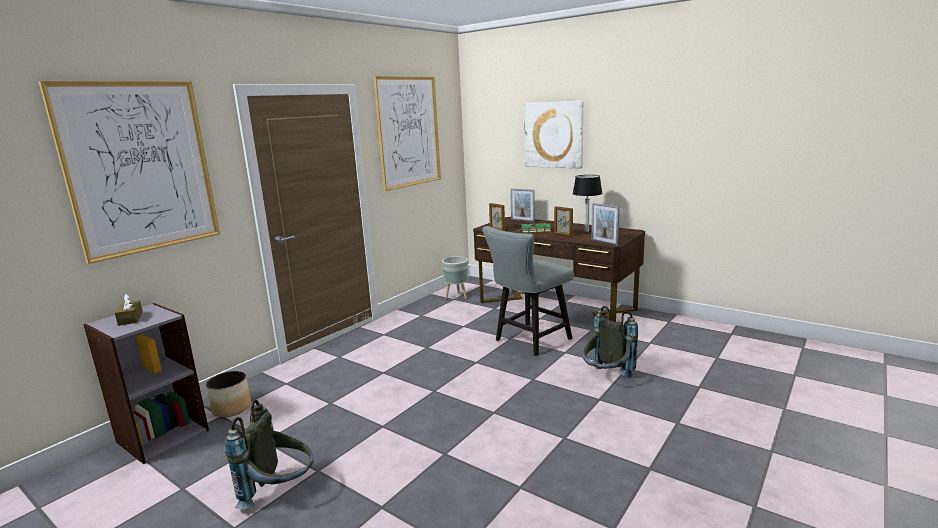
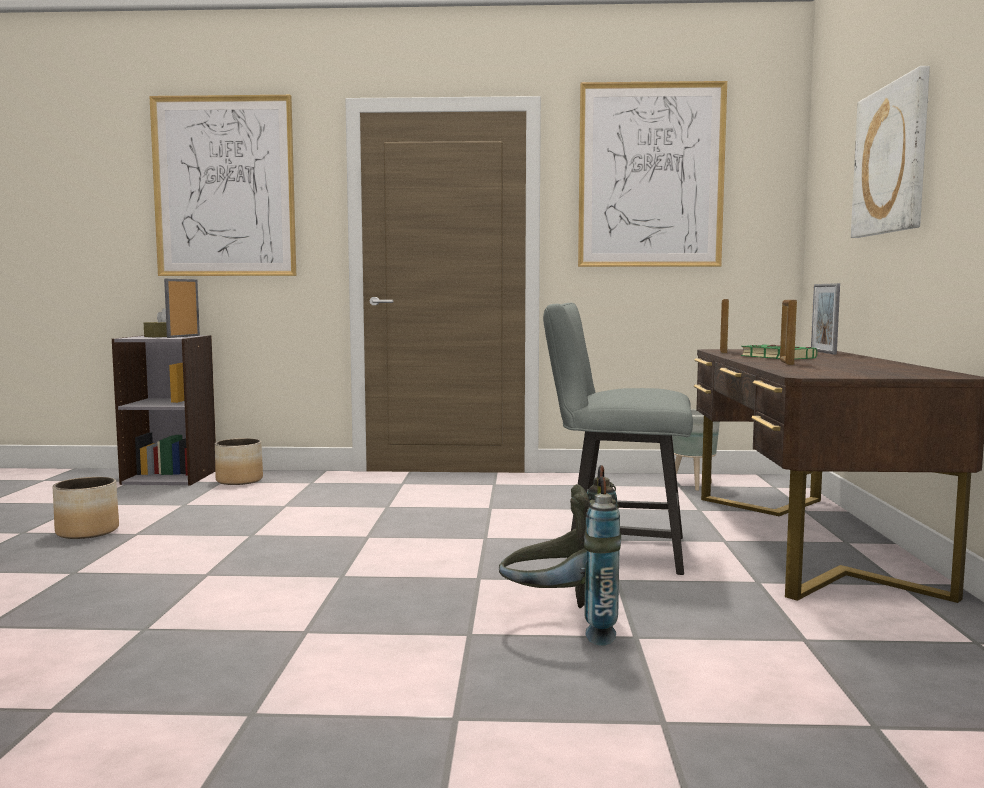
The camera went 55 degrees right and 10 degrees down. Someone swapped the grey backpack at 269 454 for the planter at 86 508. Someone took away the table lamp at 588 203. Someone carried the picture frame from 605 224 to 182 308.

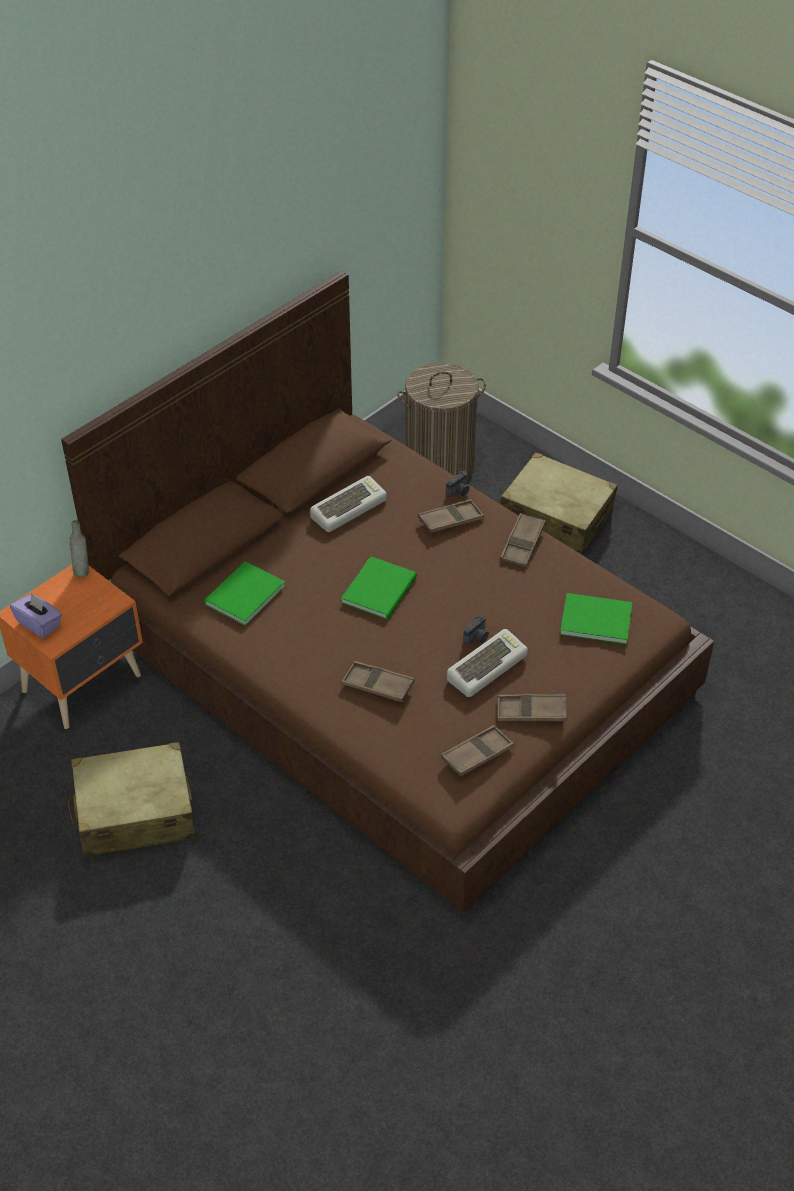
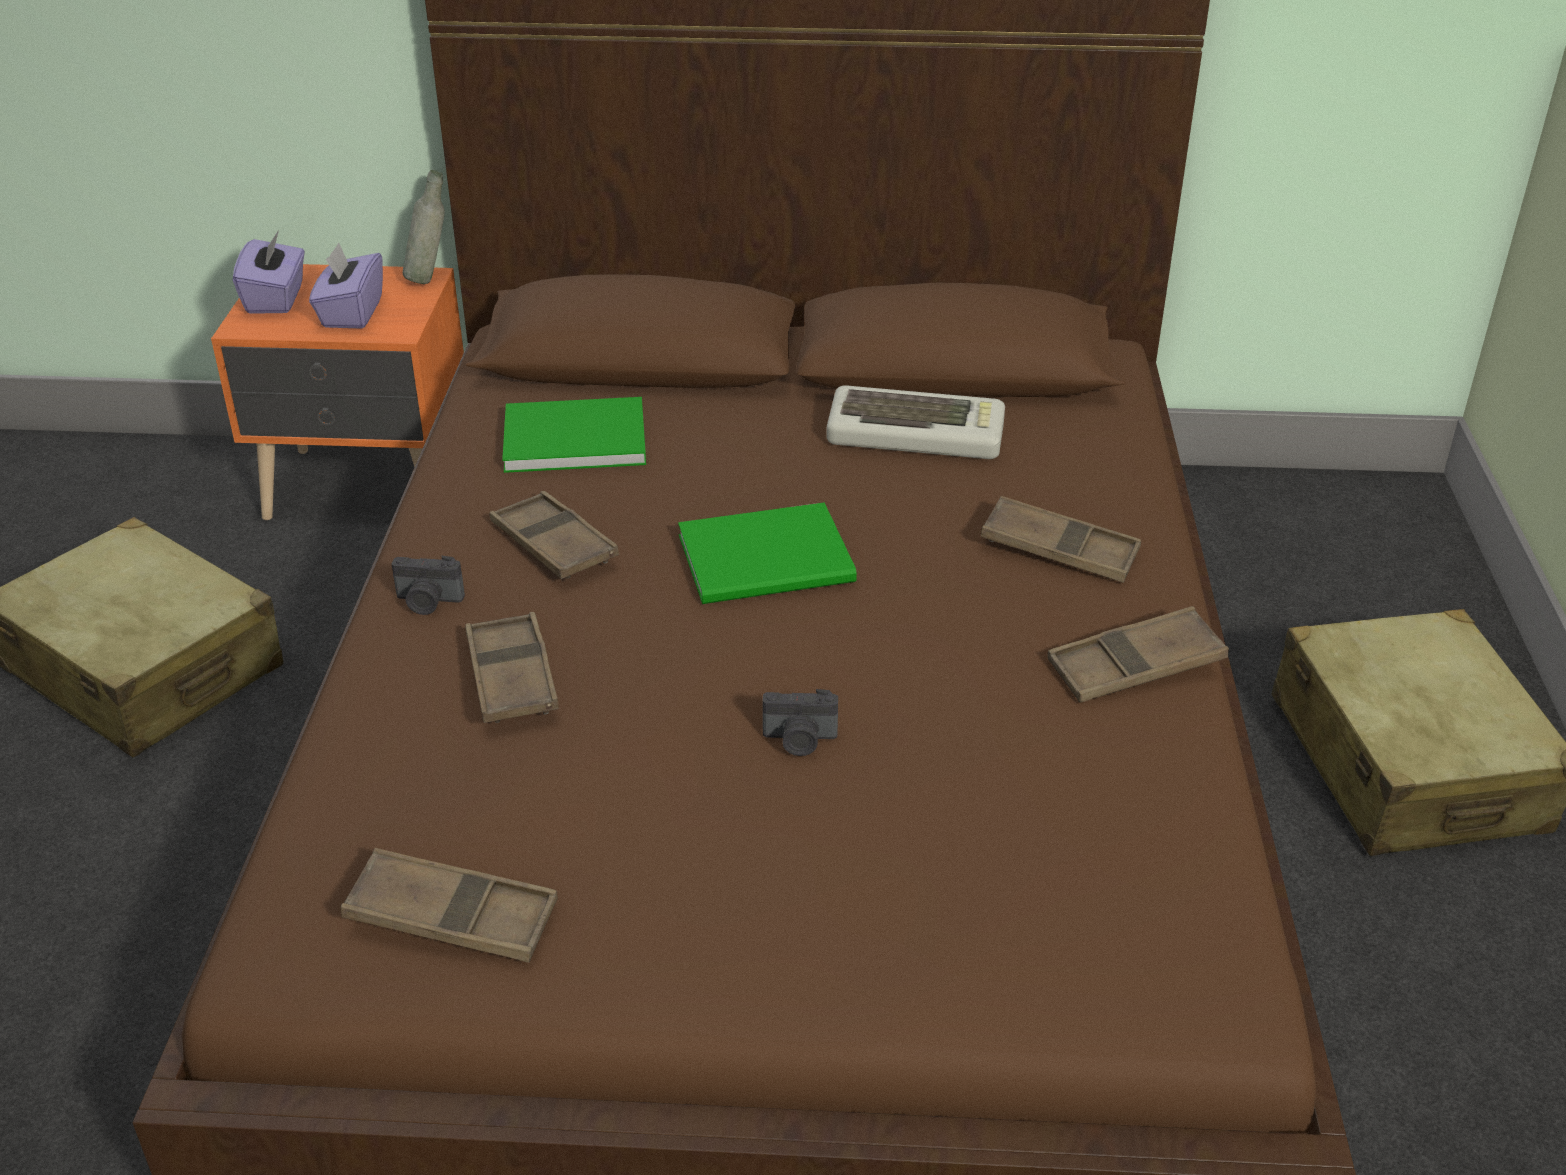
The camera went 50 degrees right and 10 degrees down. Someone took away the laundry basket at 441 420. Someone carried the photo camera from 458 484 to 428 585. Someone took away the keyboard at 487 663. Someone carried the brown tray from 532 707 to 554 535. Someone took away the green book at 596 618. Someone put down the purple tissue box at 346 286.

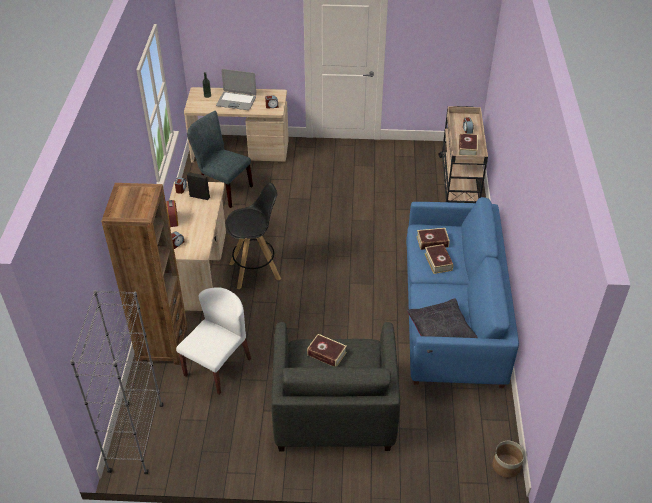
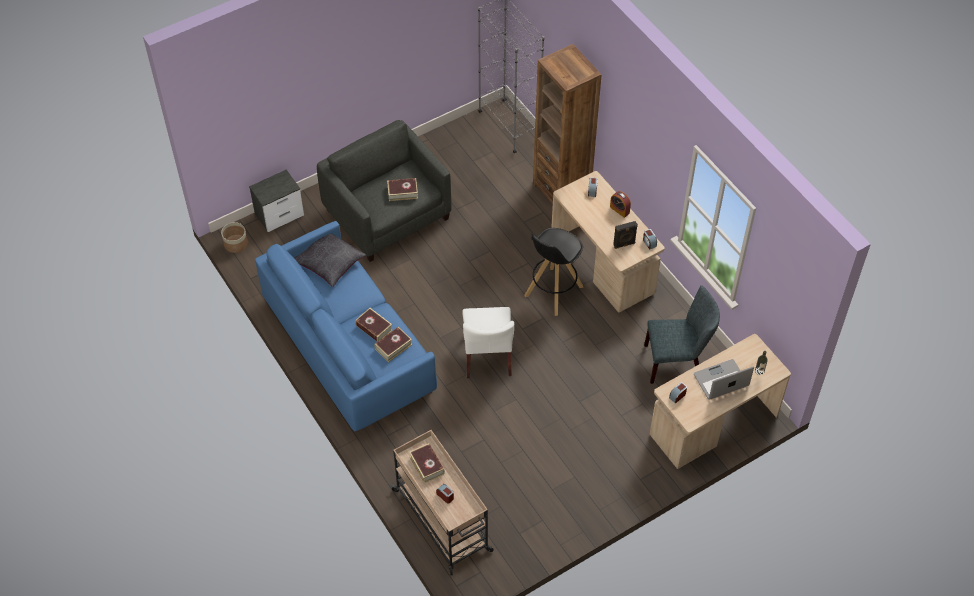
The camera went 145 degrees right and 10 degrees up. Someone carried the white chair from 213 341 to 488 342. Someone put down the nightstand at 276 200.

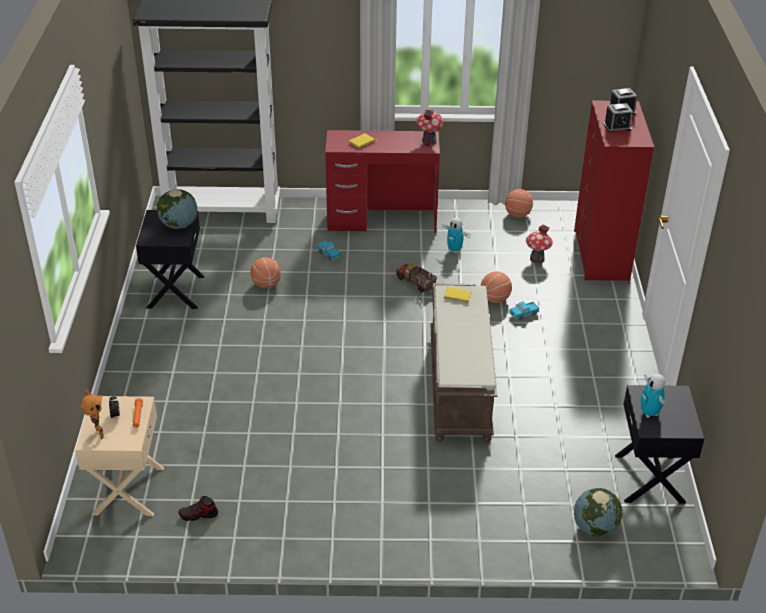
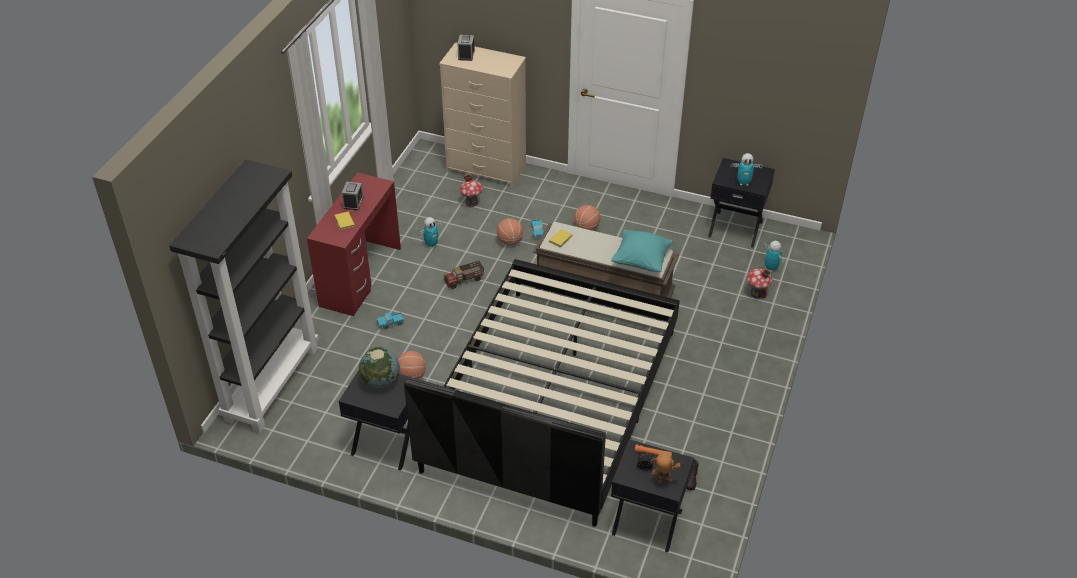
The camera went 70 degrees left and 5 degrees up. Someone repainted the beige nightstand at 119 456, which became the black nightstand at 652 495. Someone carried the toy house from 429 128 to 759 283. Someone carried the basketball from 519 203 to 587 218. Someone repainted the red dresser at 614 190, which became the beige dresser at 482 115. Someone swapped the globe at 598 512 for the toy robot at 774 256. Someone carried the alarm clock from 618 118 to 353 196. Someone put down the black bed at 542 393. Someone put down the turquoise pillow at 642 251.

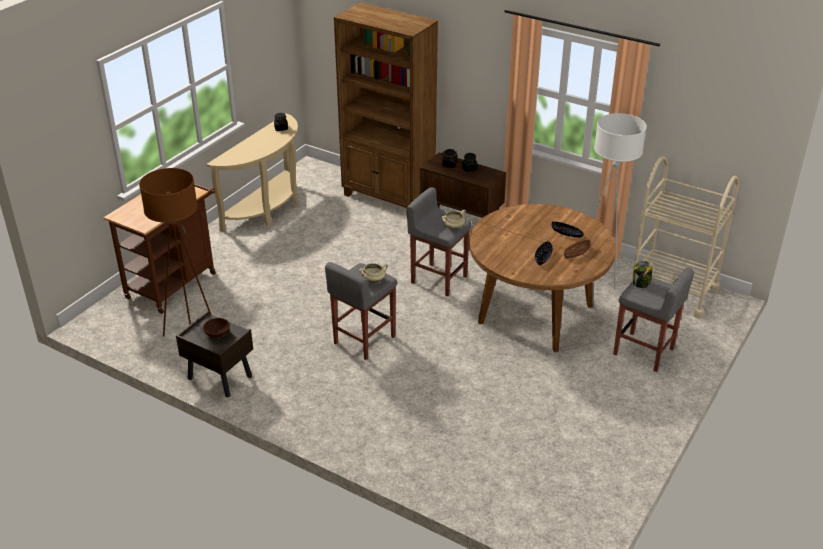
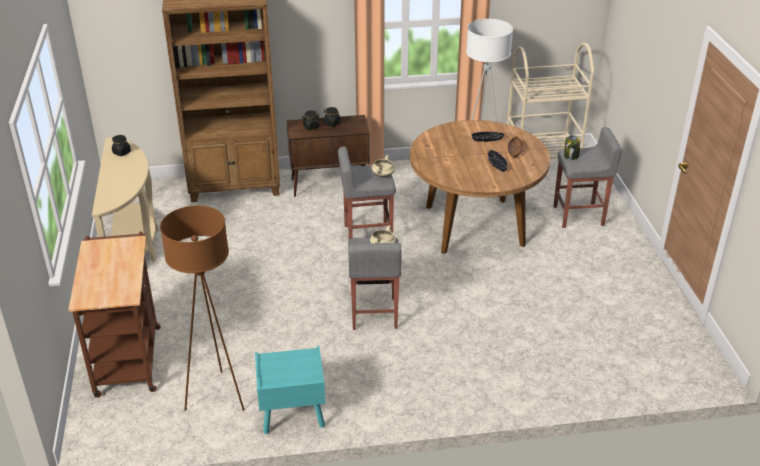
The camera went 40 degrees left and 0 degrees up. Someone repainted the brown nightstand at 214 354, which became the turquoise nightstand at 290 390. Someone took away the brown bowl at 216 327.

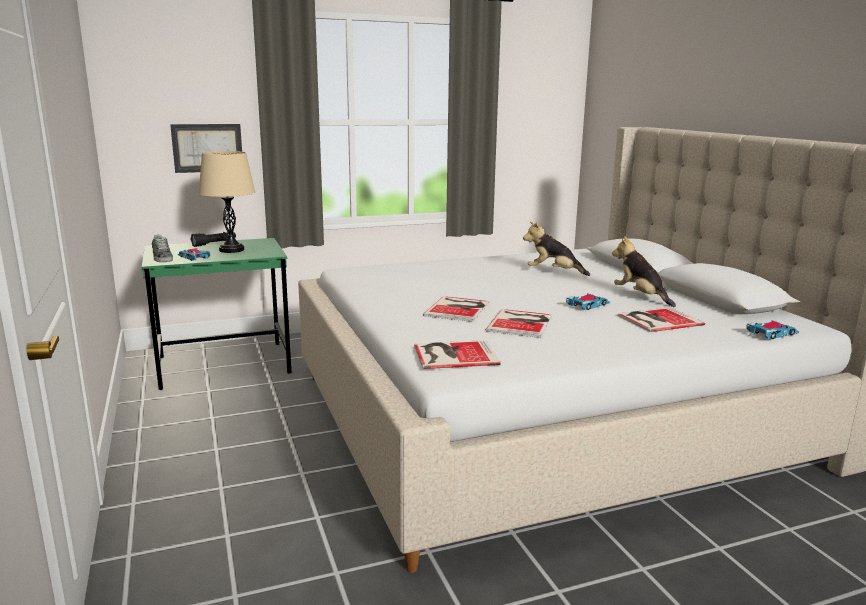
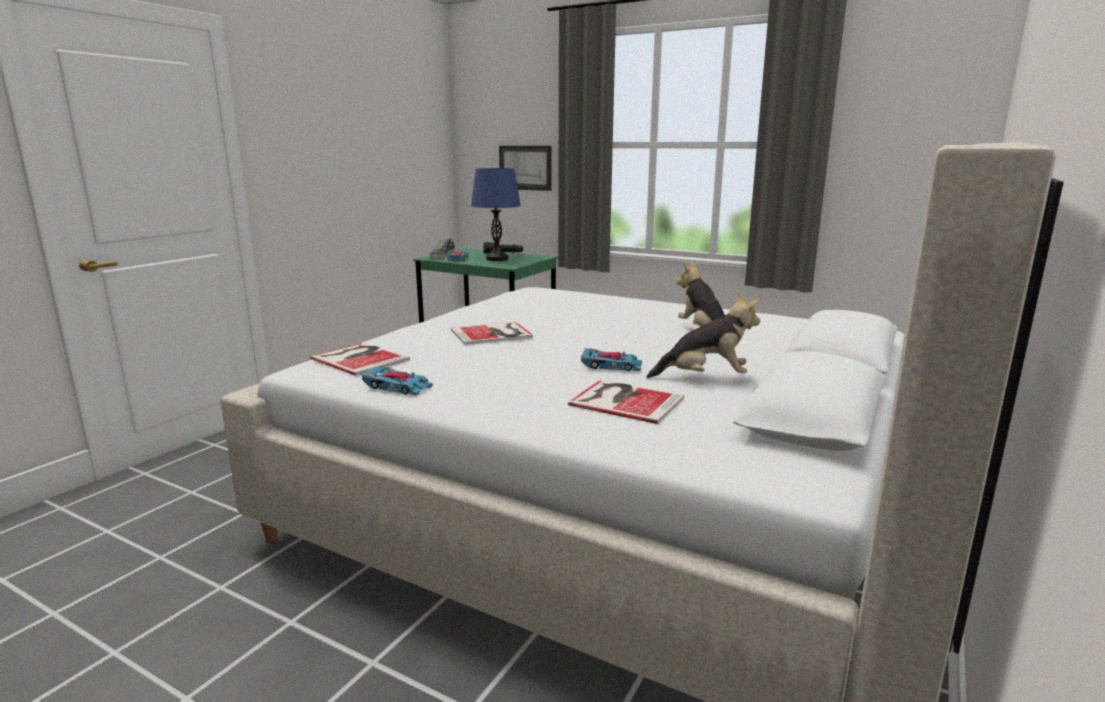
The camera went 50 degrees right and 0 degrees up. Someone repainted the beige table lamp at 227 202, which became the blue table lamp at 496 214. Someone took away the book at 519 323. Someone rotated the plush toy at 644 271 by 75 degrees clockwise. Someone carried the toy car from 772 329 to 397 380.

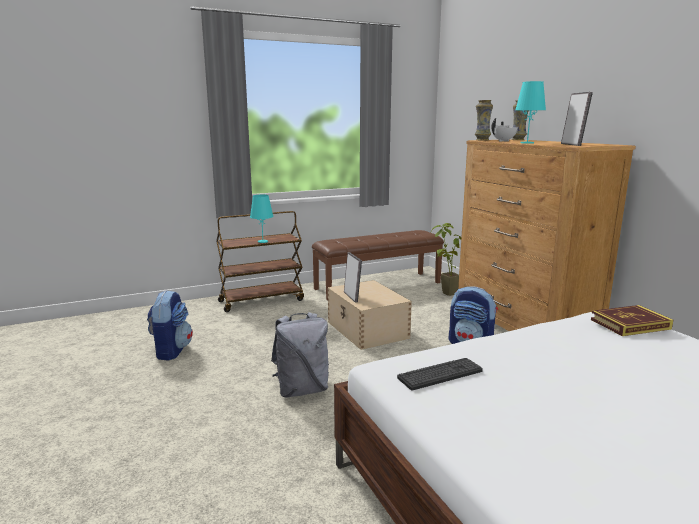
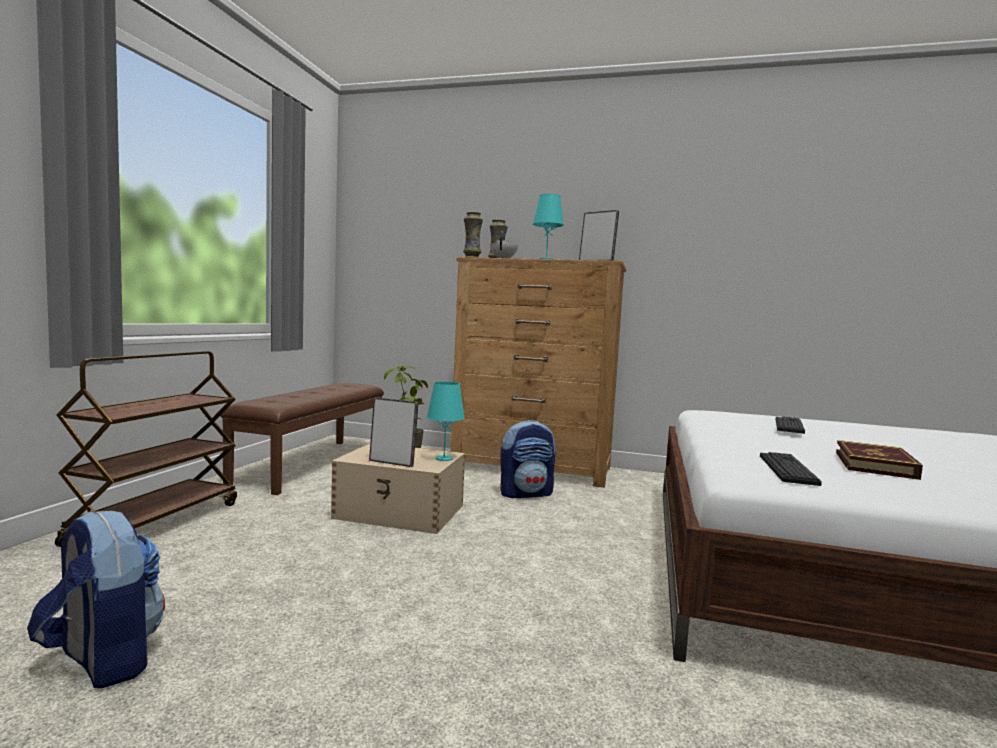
The camera went 50 degrees left and 10 degrees down. Someone carried the turquoise table lamp from 262 219 to 446 421. Someone took away the grey backpack at 300 355. Someone carried the book from 632 320 to 879 460. Someone put down the keyboard at 790 425.

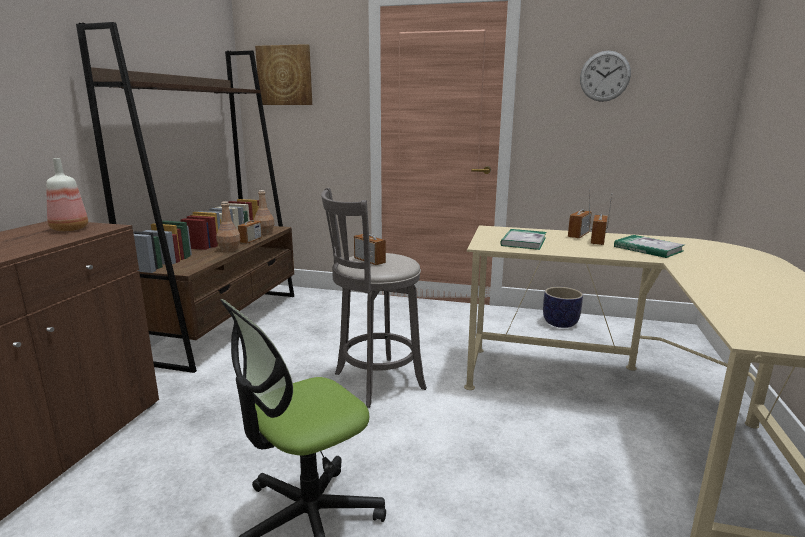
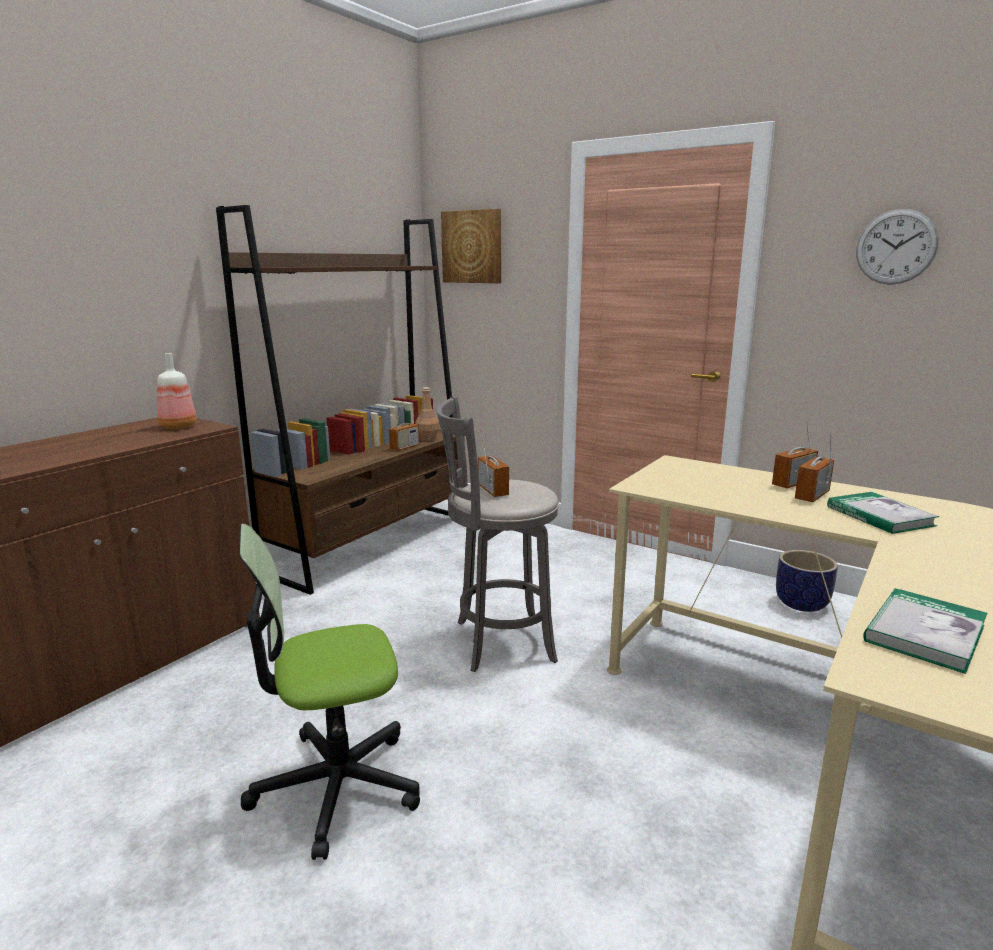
The camera went 20 degrees right and 0 degrees up. Someone took away the brown bottle at 228 226. Someone carried the book from 523 239 to 925 631.

